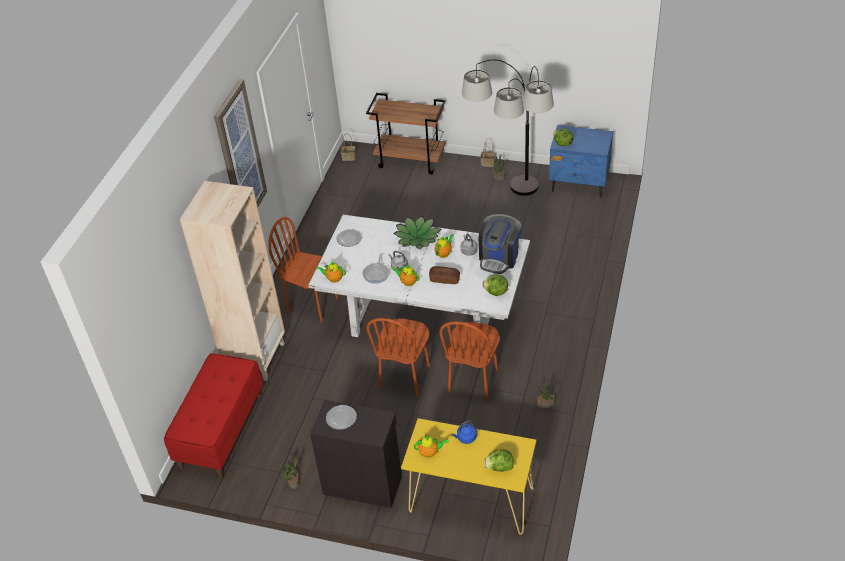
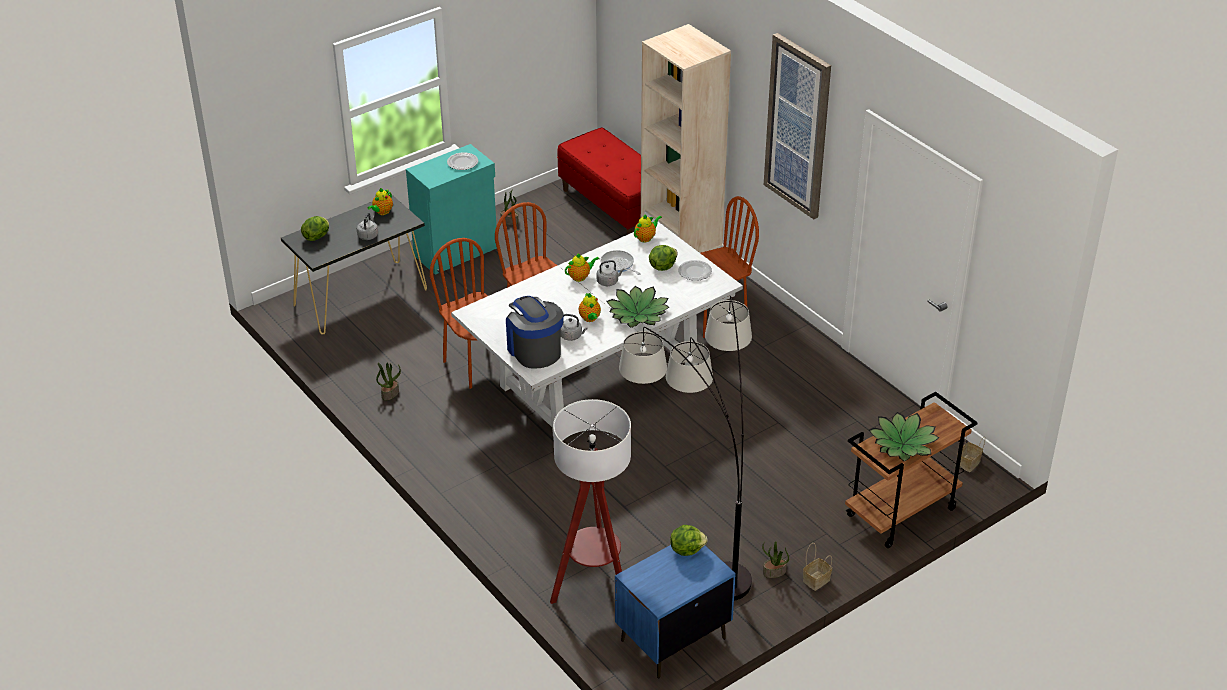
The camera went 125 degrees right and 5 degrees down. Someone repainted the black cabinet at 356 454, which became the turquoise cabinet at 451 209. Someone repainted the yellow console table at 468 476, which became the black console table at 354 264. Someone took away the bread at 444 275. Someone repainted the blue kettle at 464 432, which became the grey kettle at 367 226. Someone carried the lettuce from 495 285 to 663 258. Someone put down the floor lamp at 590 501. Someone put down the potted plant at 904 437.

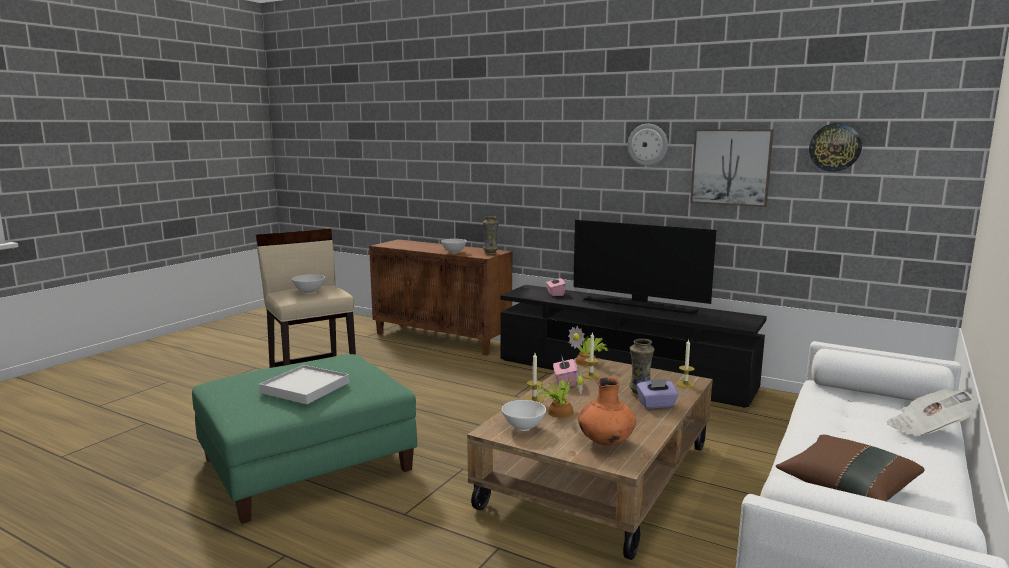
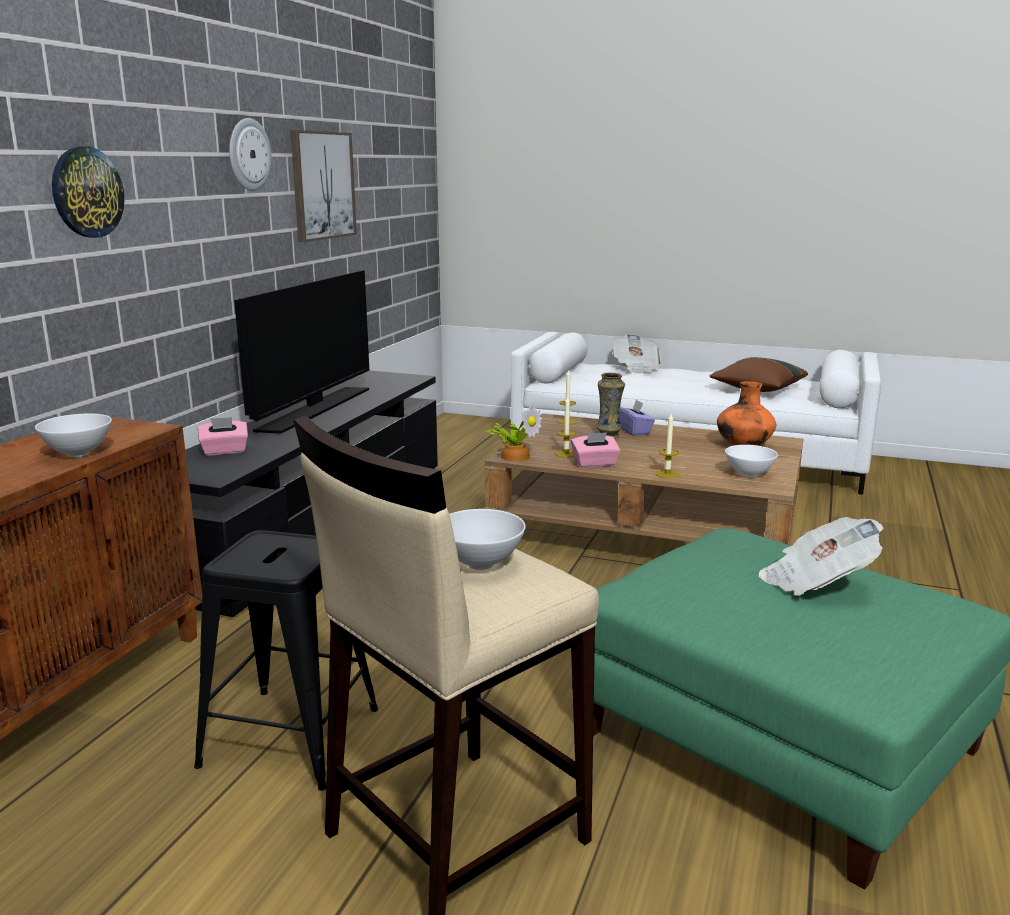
The camera went 100 degrees left and 5 degrees up. Someone swapped the white tray at 304 384 for the newspaper at 821 556. Someone took away the vase at 491 235. Someone took away the potted plant at 559 394. Someone carried the wall clock from 835 147 to 88 192. Someone put down the black stool at 286 660.

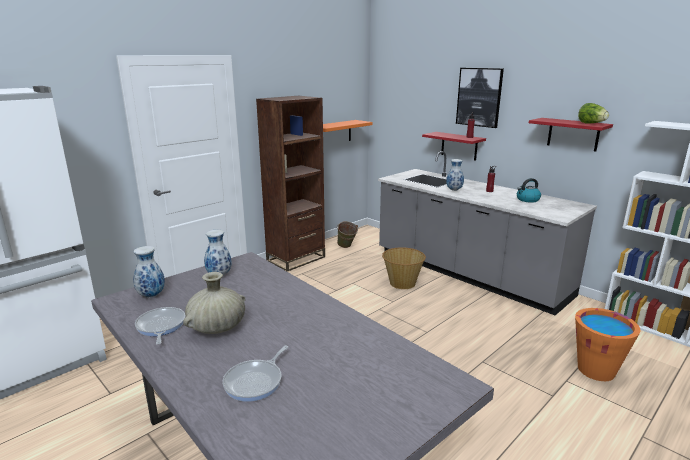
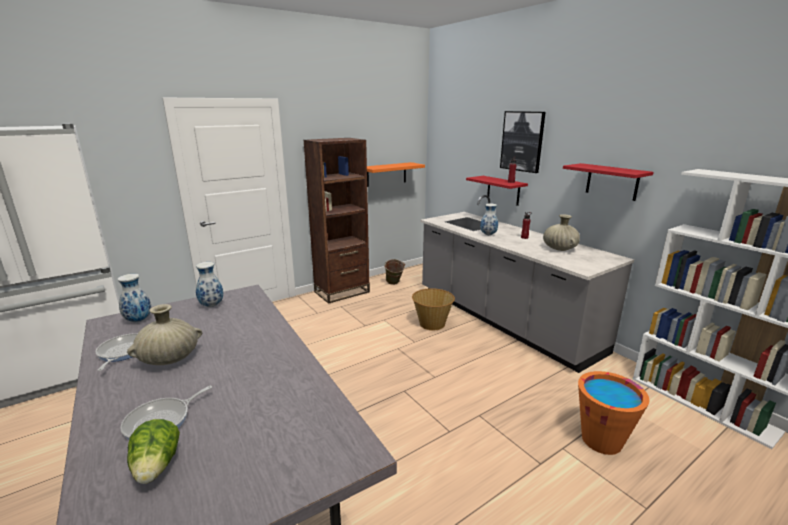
The camera went 10 degrees right and 0 degrees up. Someone swapped the kettle at 529 190 for the beige vase at 561 232. Someone carried the lettuce from 593 113 to 153 451.

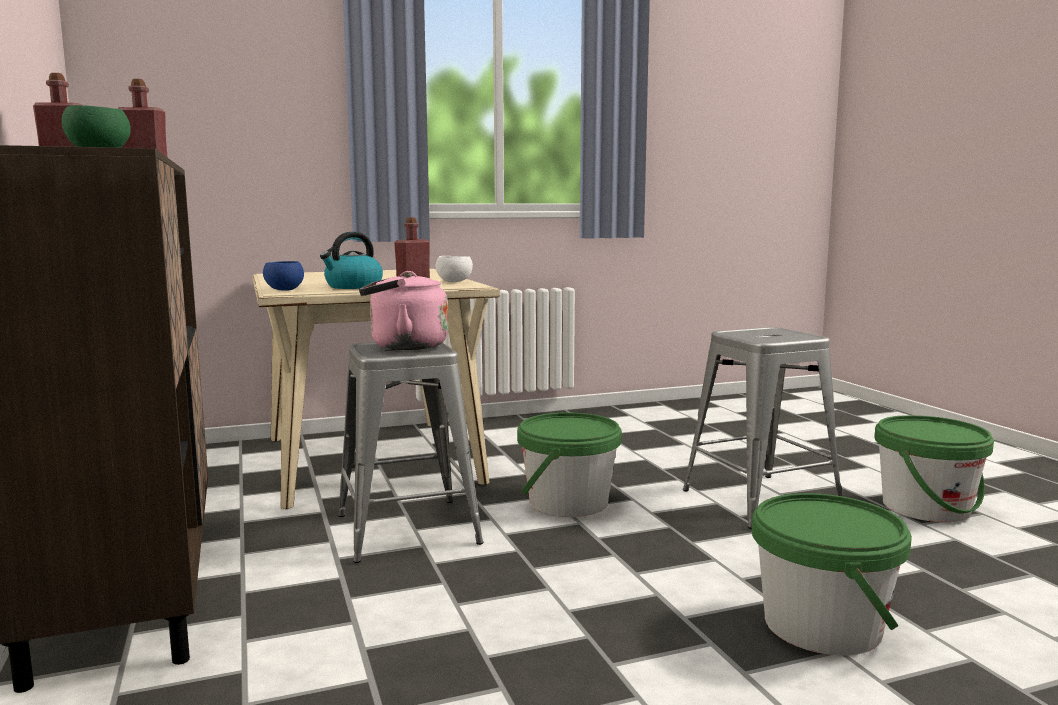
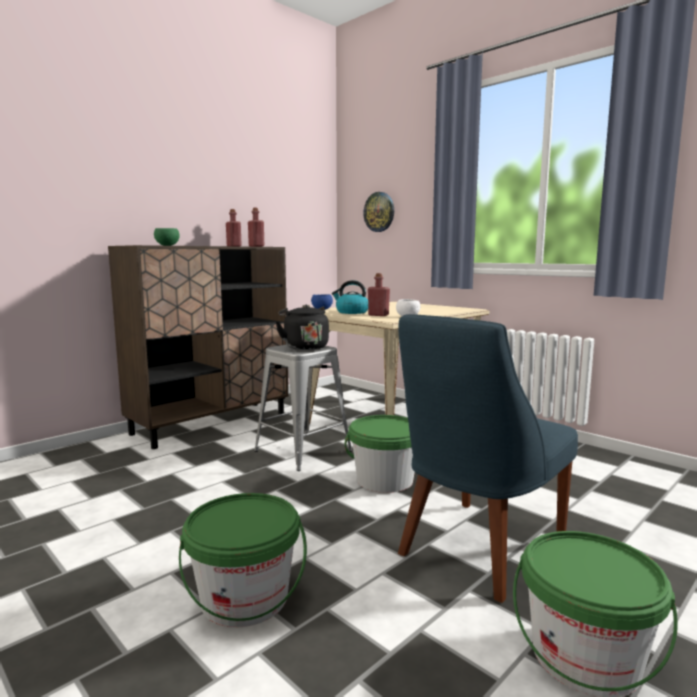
The camera went 65 degrees right and 0 degrees up. Someone repainted the pink kettle at 403 310, which became the black kettle at 302 327. Someone swapped the grey stool at 762 428 for the blue chair at 488 458. Someone put up the wall clock at 378 212.

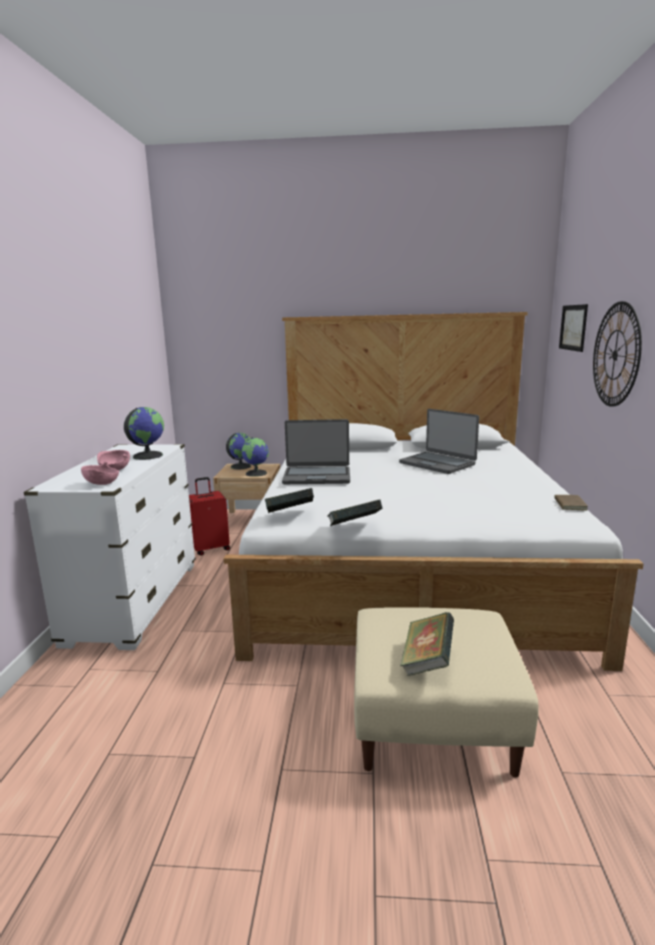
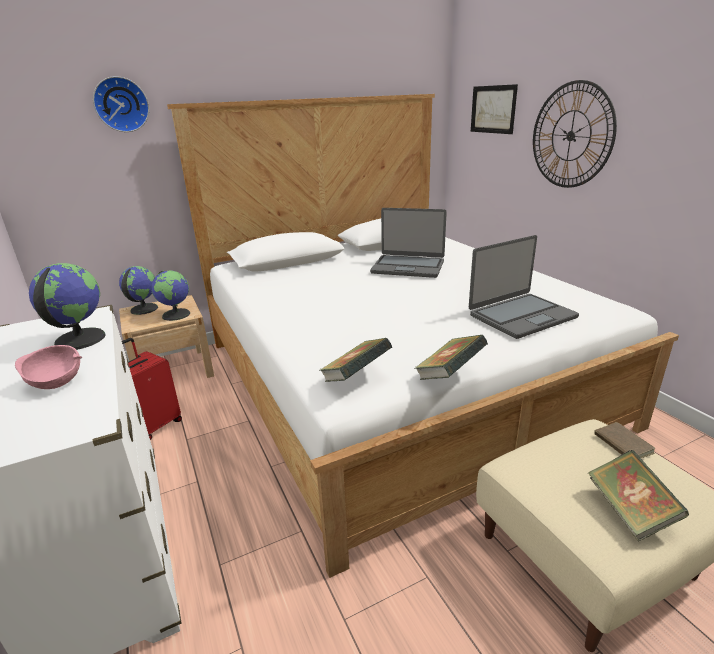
The camera went 30 degrees left and 10 degrees up. Someone took away the pink bowl at 100 473. Someone carried the laptop from 316 451 to 524 287. Someone carried the brown book from 571 503 to 624 440. Someone put up the wall clock at 121 104.

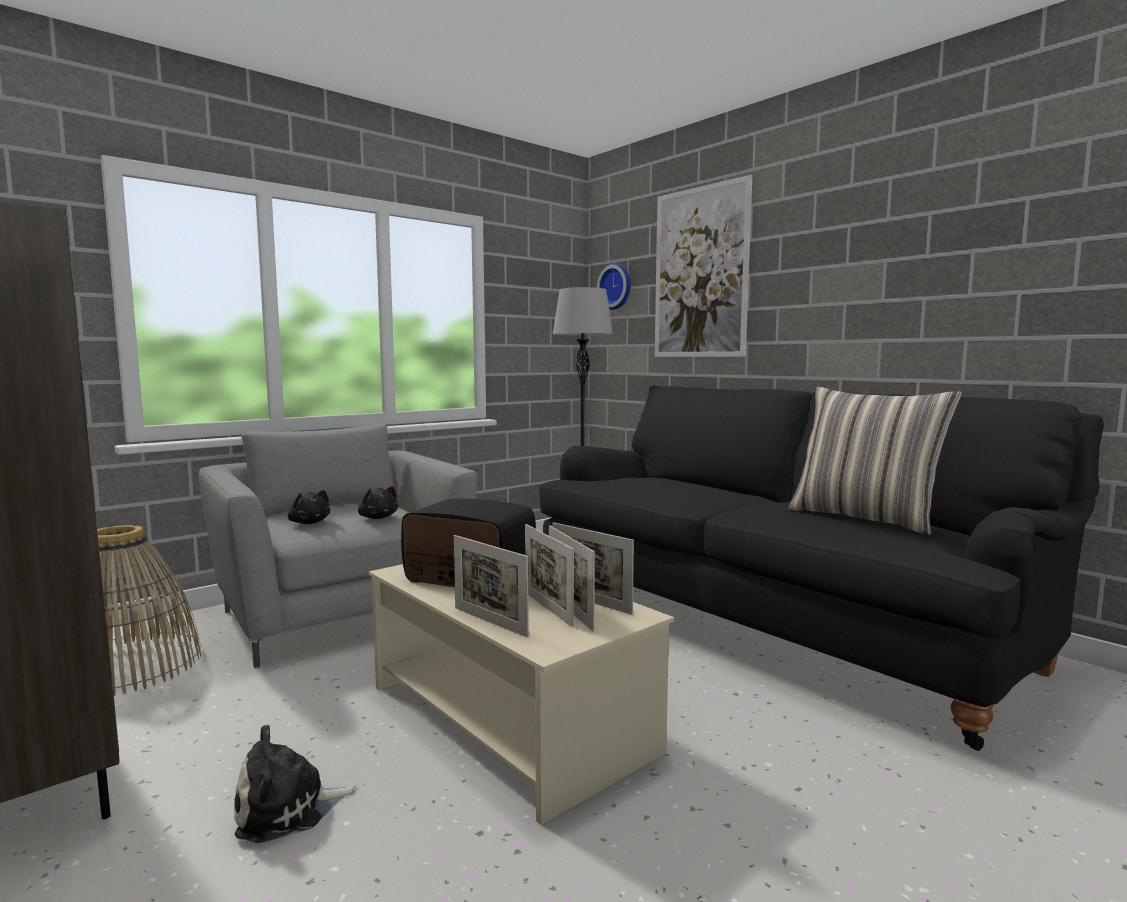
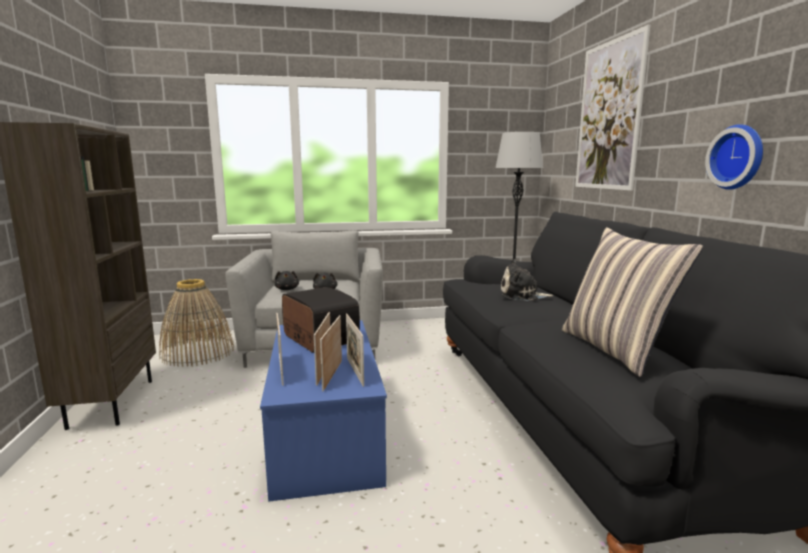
The camera went 30 degrees right and 5 degrees up. Someone carried the plush toy from 296 783 to 527 280. Someone repainted the beige coffee table at 521 694, which became the blue coffee table at 323 411. Someone carried the wall clock from 614 286 to 734 157.

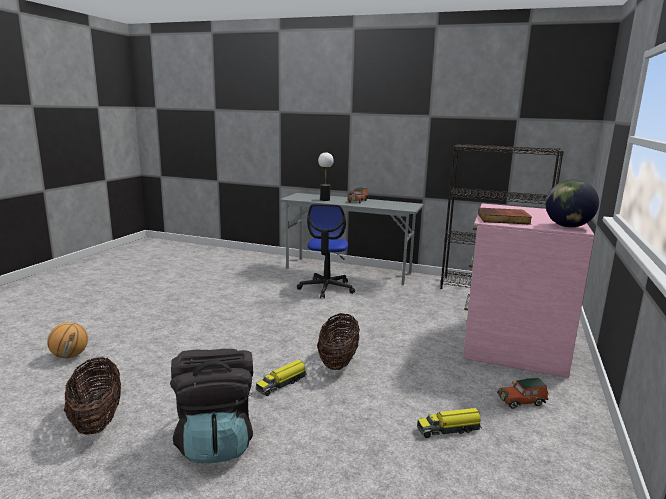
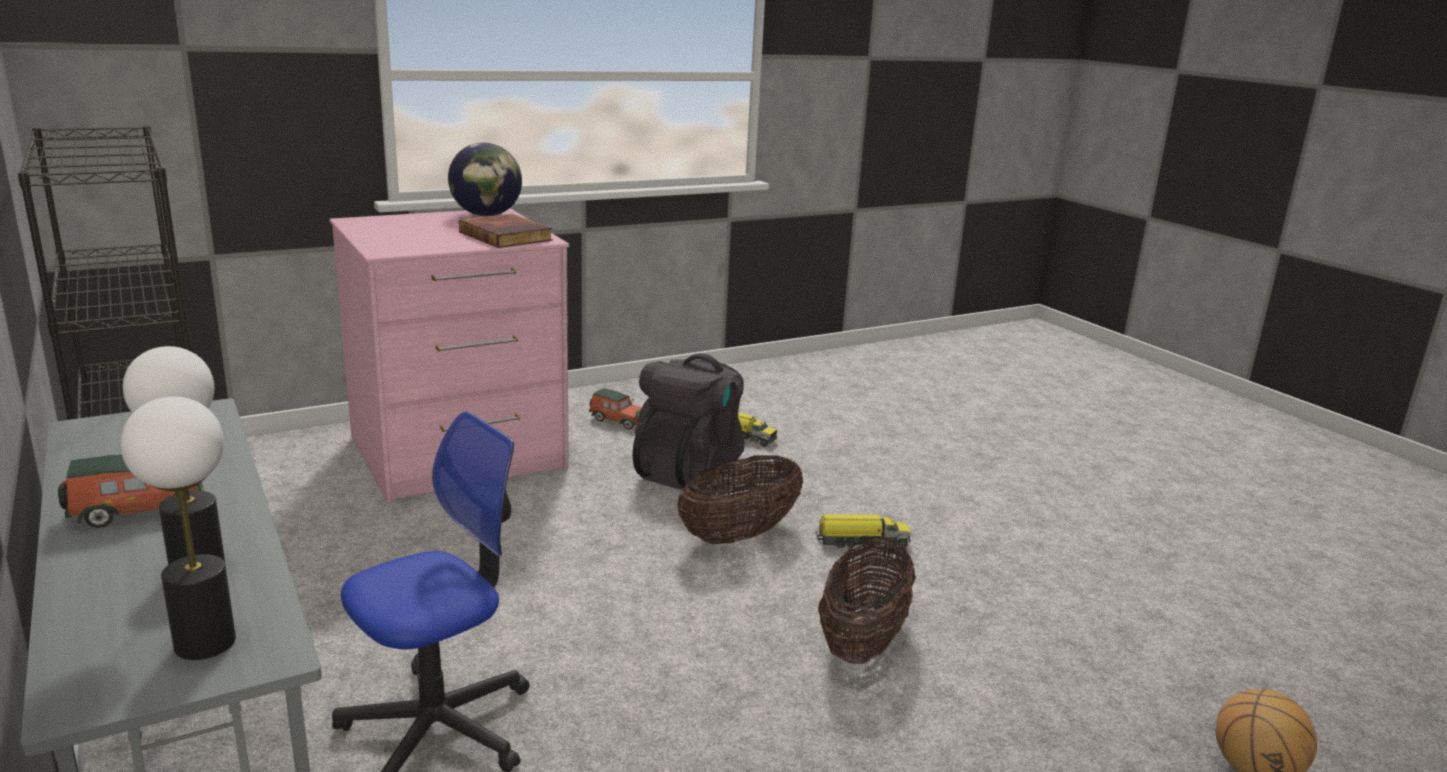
The camera went 140 degrees left and 5 degrees up. Someone carried the basket from 92 396 to 867 600. Someone carried the black backpack from 211 406 to 688 422. Someone put down the table lamp at 178 528.

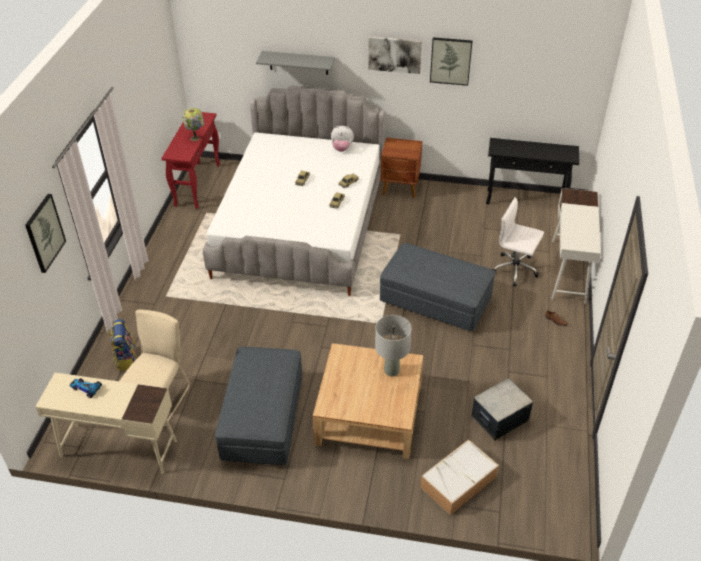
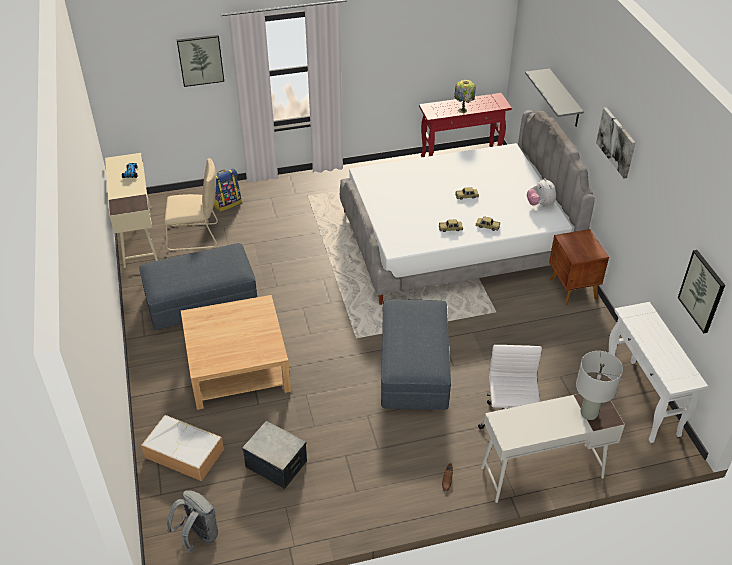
The camera went 65 degrees right and 0 degrees up. Someone carried the grey table lamp from 393 345 to 599 385. Someone carried the picture from 451 61 to 701 291. Someone repainted the black console table at 532 171, which became the white console table at 658 372. Someone put down the grey backpack at 192 521.

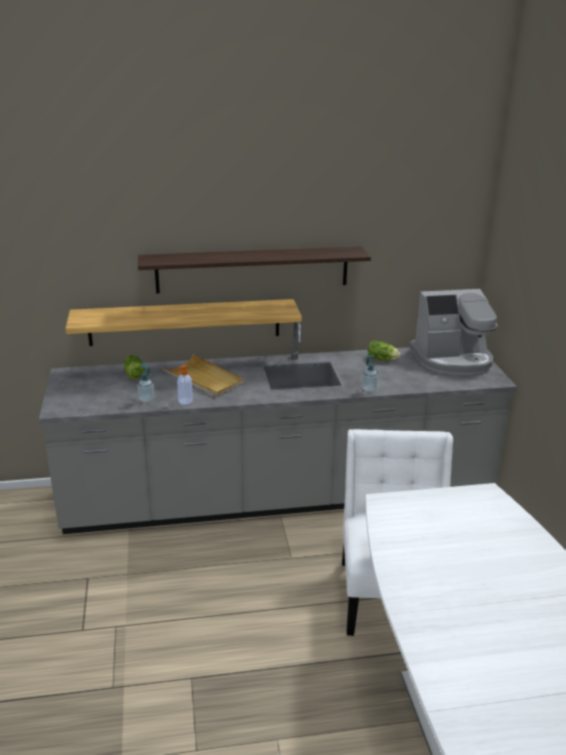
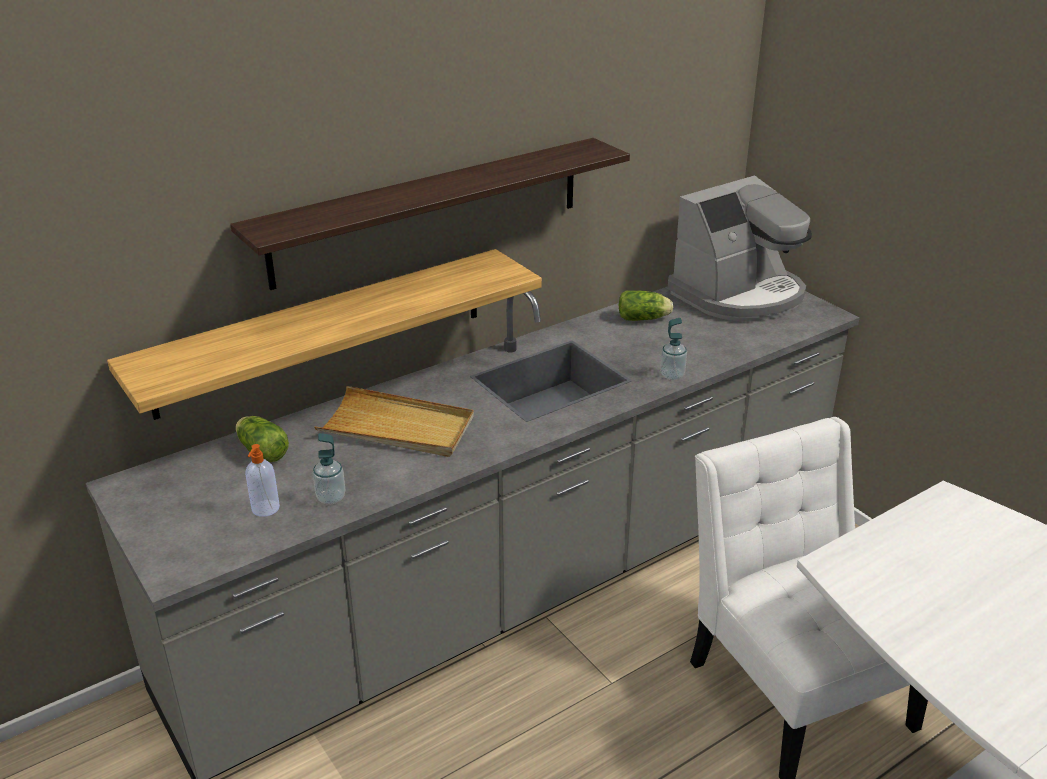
The camera went 25 degrees left and 5 degrees up. Someone carried the soap dispenser from 185 384 to 262 480.

